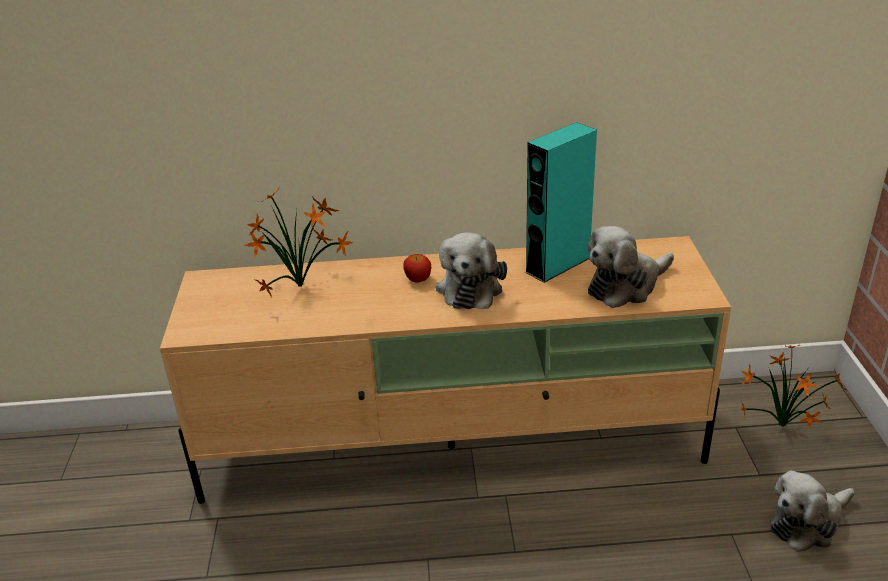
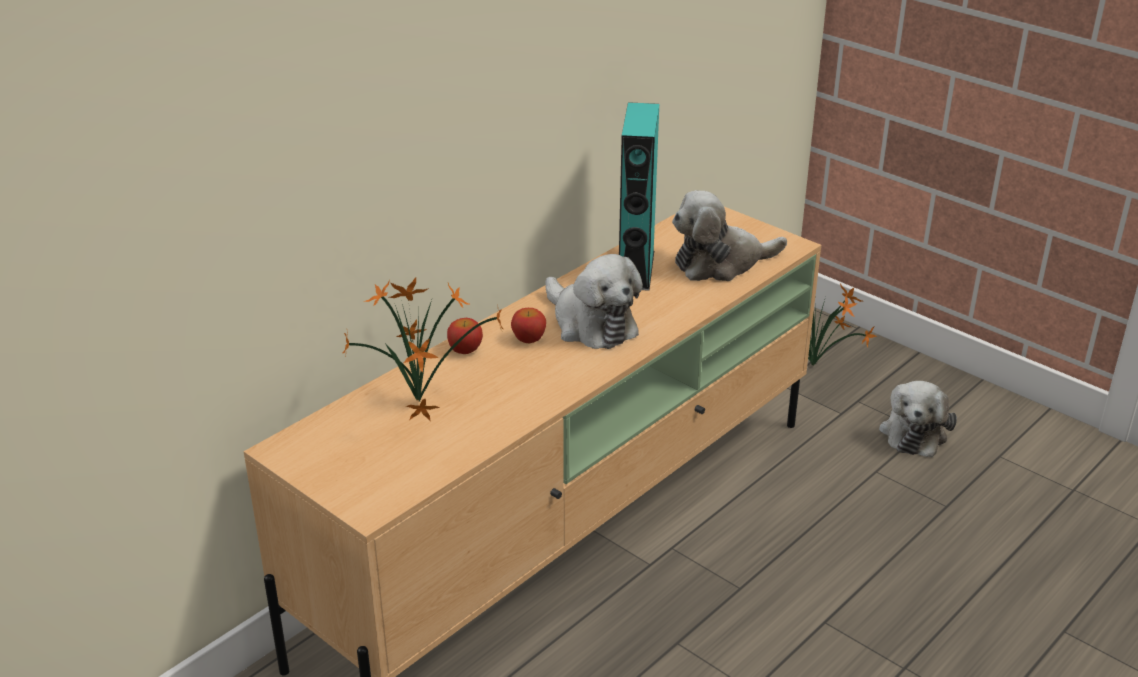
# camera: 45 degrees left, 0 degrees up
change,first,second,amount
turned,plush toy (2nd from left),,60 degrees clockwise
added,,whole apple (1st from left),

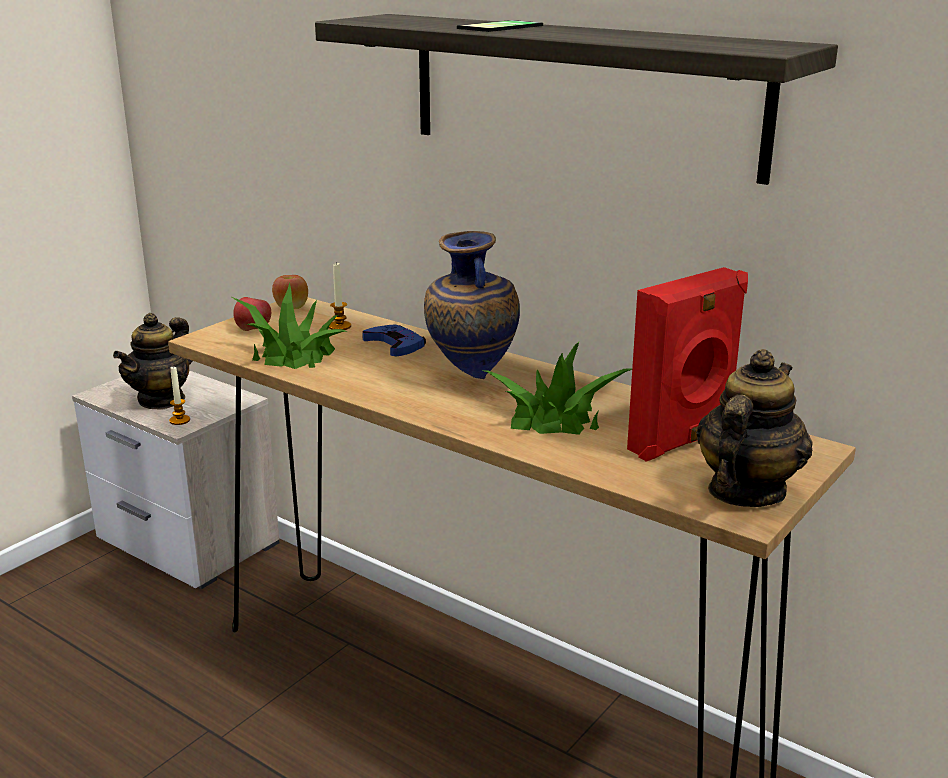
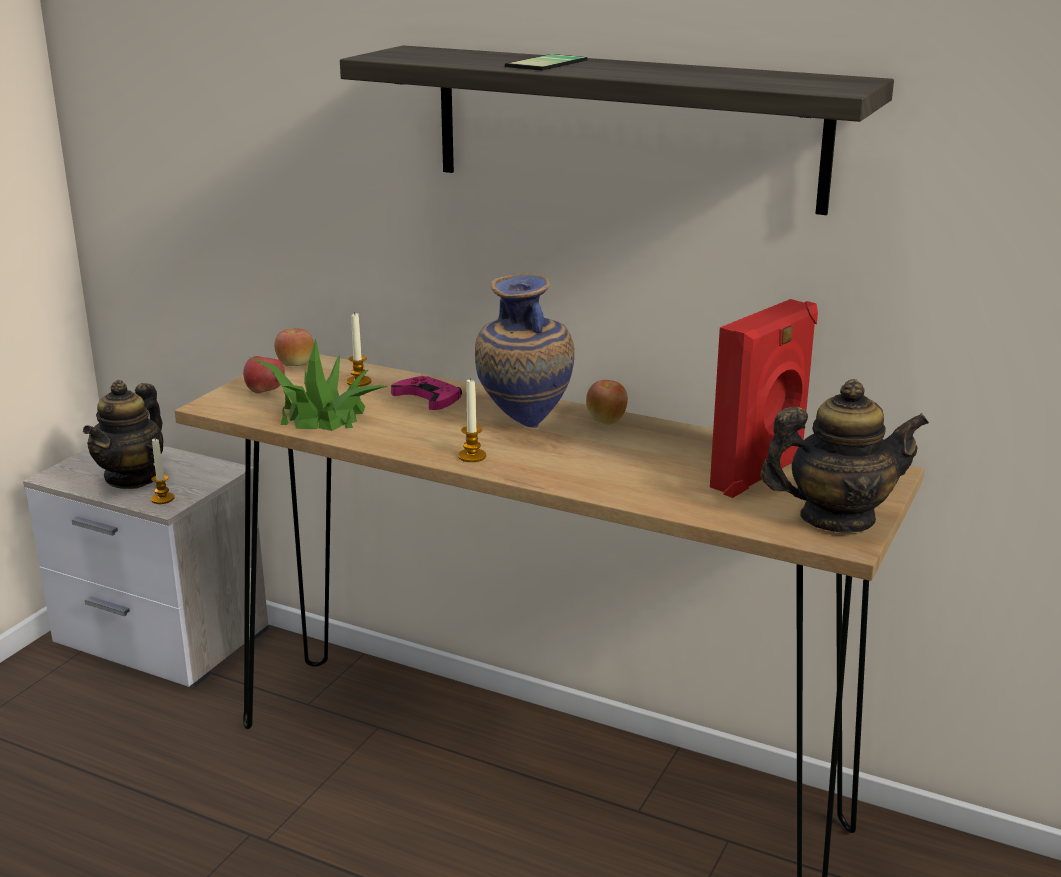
# camera: 10 degrees left, 0 degrees up
change,first,second,amount
recoloured,gamepad (bluish),gamepad (pink),
removed,potted plant (2nd from left),,
turned,teapot (2nd from left),,60 degrees clockwise
added,,wax candle (3rd from left),
added,,whole apple (3rd from left),

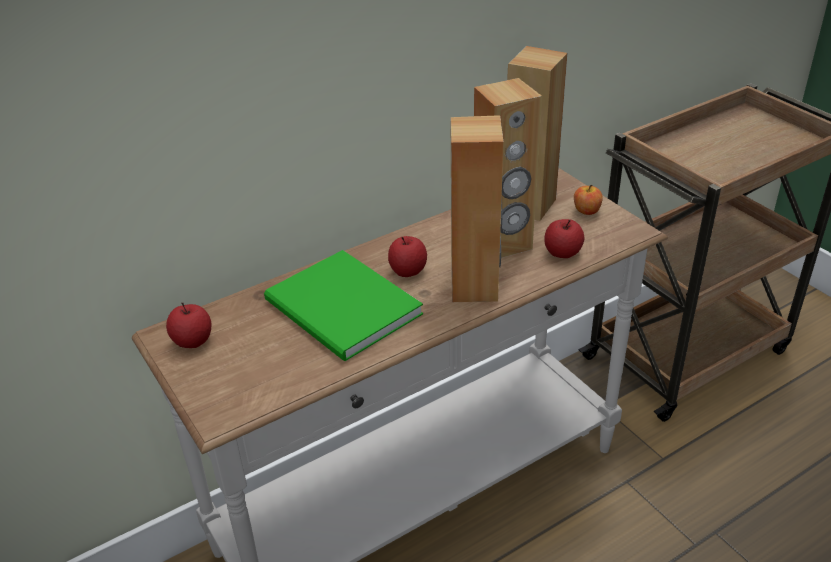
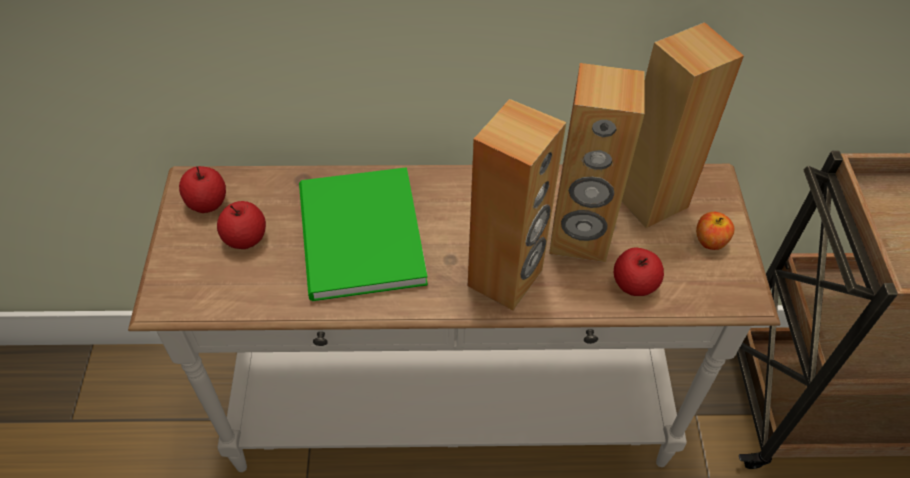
# camera: 30 degrees right, 15 degrees up
change,first,second,amount
moved,whole apple (2nd from left),,

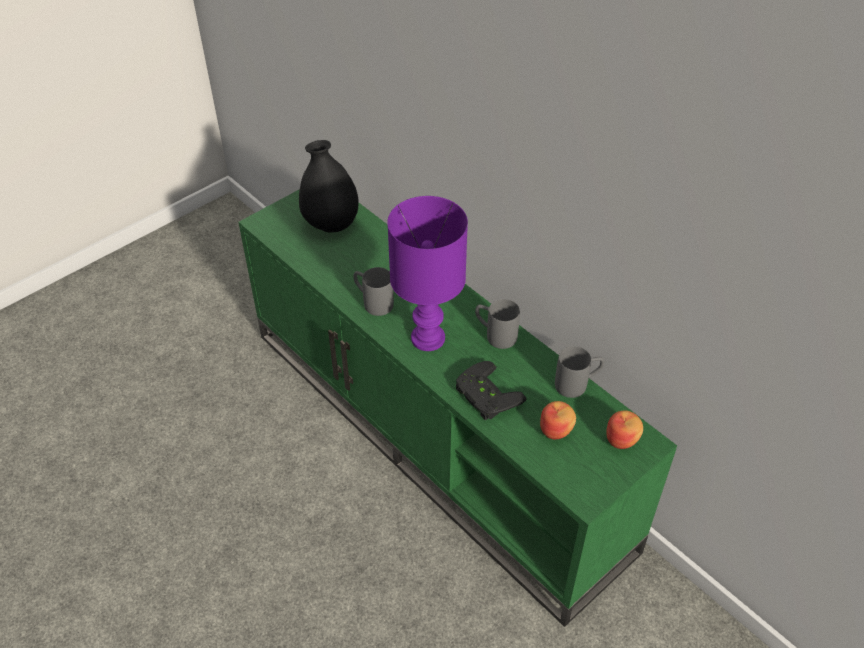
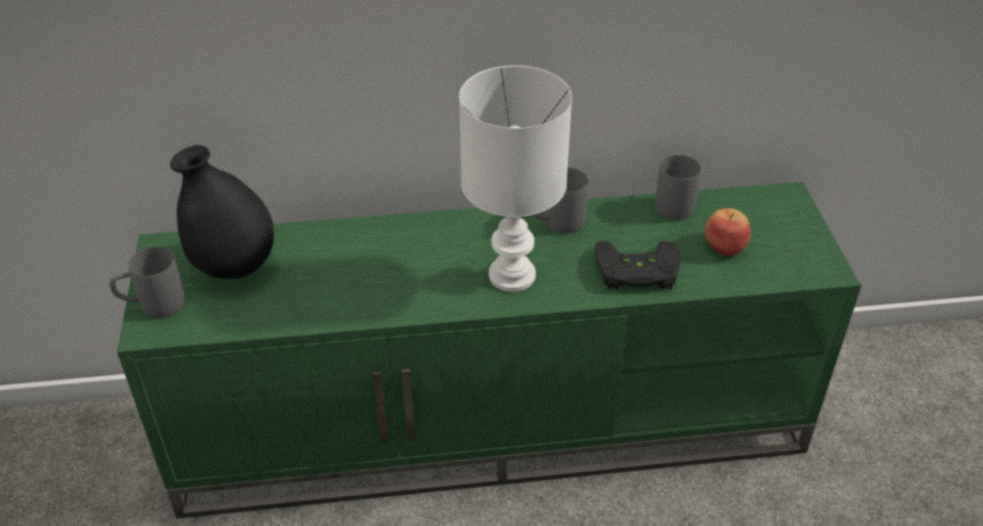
# camera: 55 degrees left, 5 degrees down
change,first,second,amount
moved,mug (greyish) (1st from left),,
recoloured,lamp for a table (purple),lamp for a table (whitish),
removed,whole apple (2nd from left),,

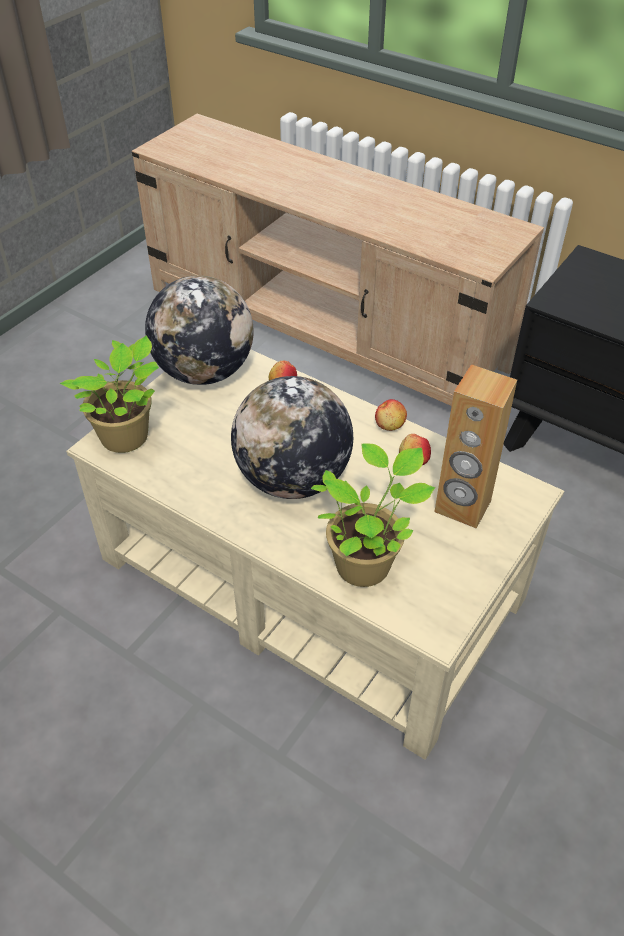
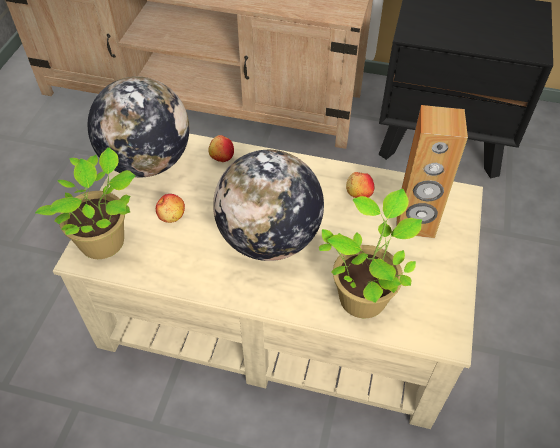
# camera: 20 degrees left, 5 degrees up
change,first,second,amount
moved,whole apple (2nd from left in the first image),whole apple (1st from left),

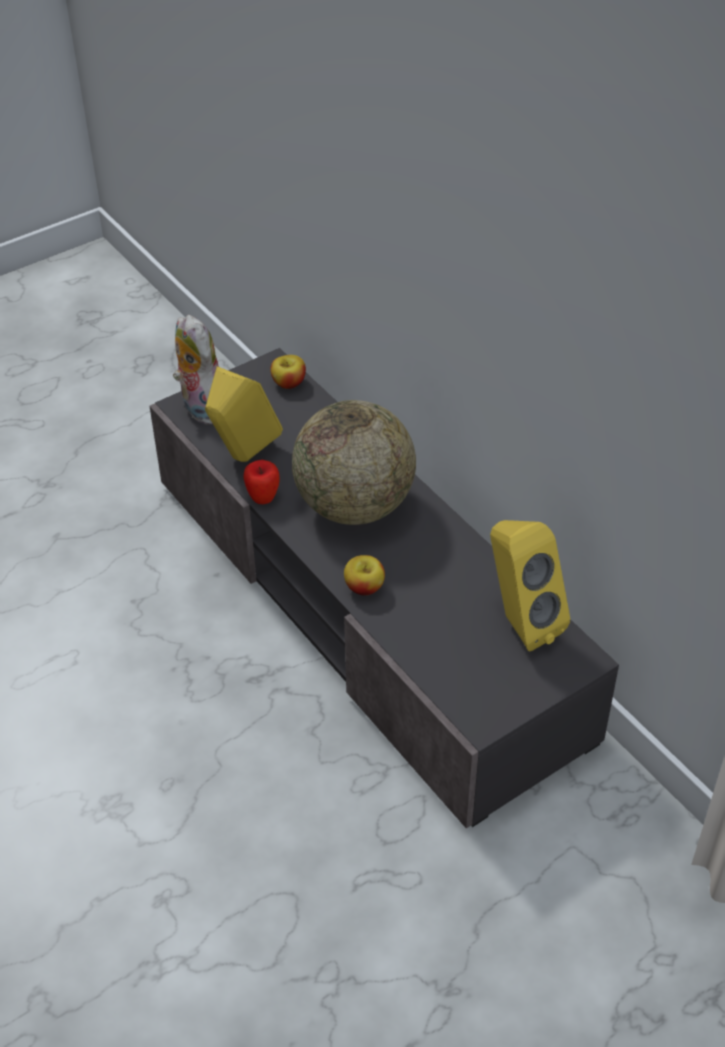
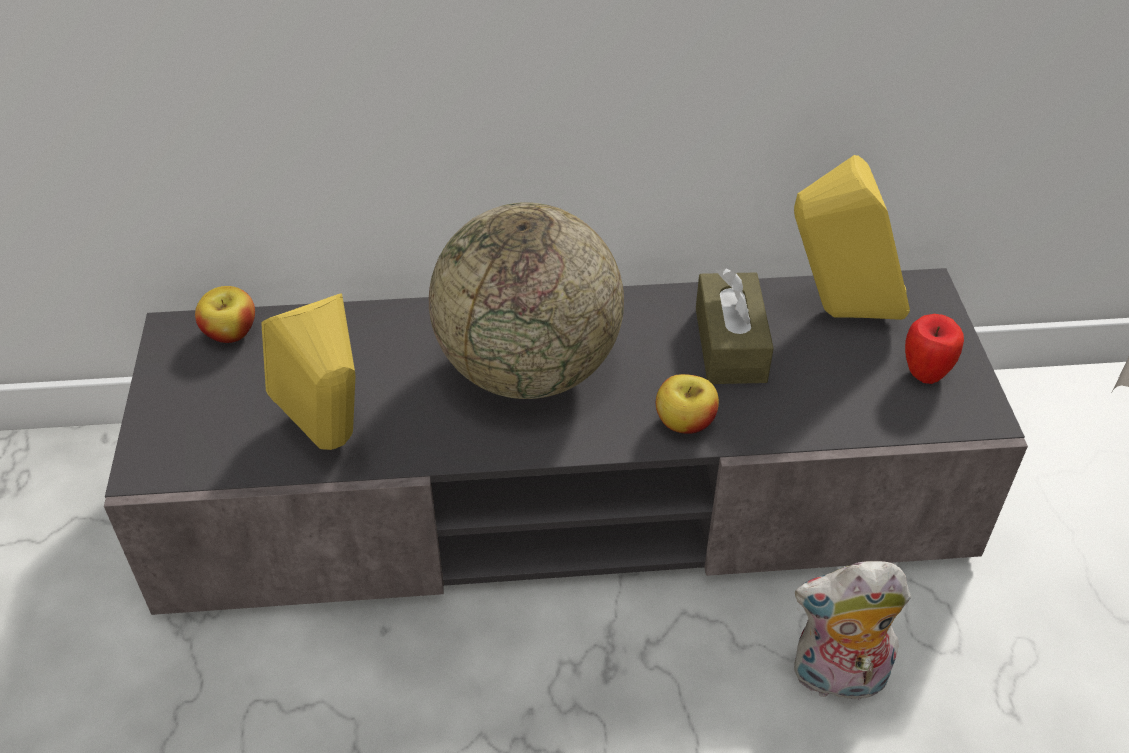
# camera: 60 degrees left, 0 degrees up
change,first,second,amount
moved,plush toy,,
moved,whole apple (1st from left in the first image),whole apple (3rd from left),
added,,tissue holder (brown),

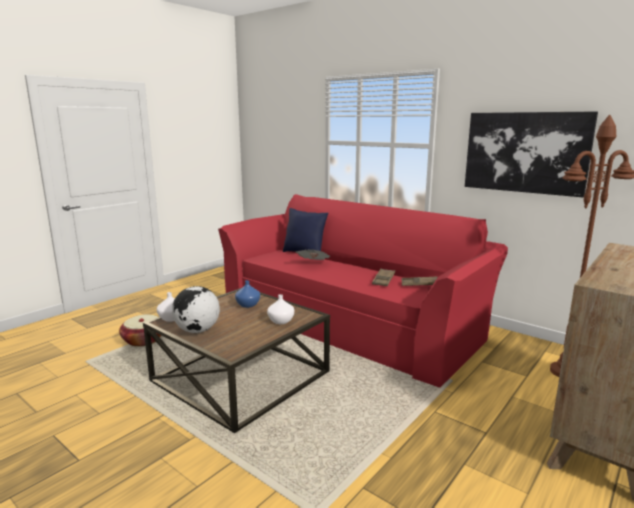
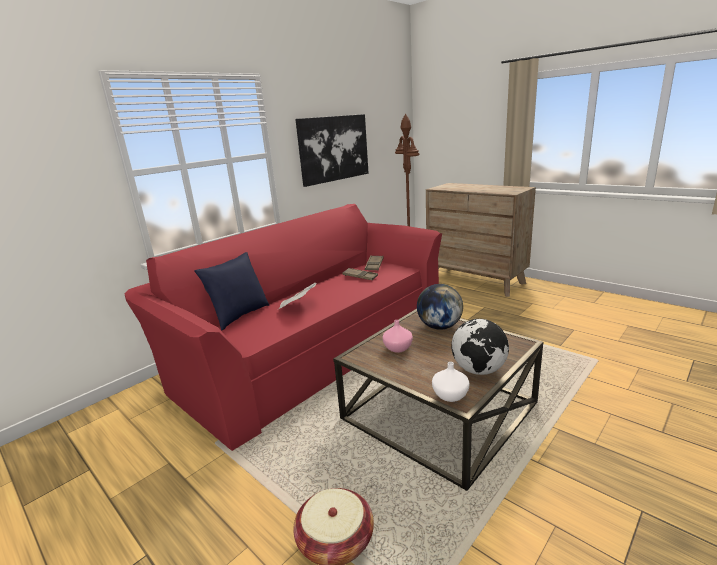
# camera: 85 degrees left, 5 degrees up
change,first,second,amount
recoloured,decorative vase (bluish),decorative vase (pink),
replaced,decorative vase (whitish) (2nd from left),world globe (1st from left),

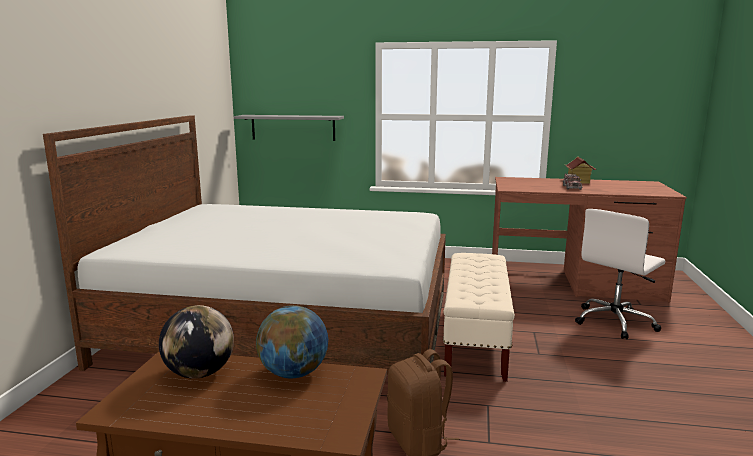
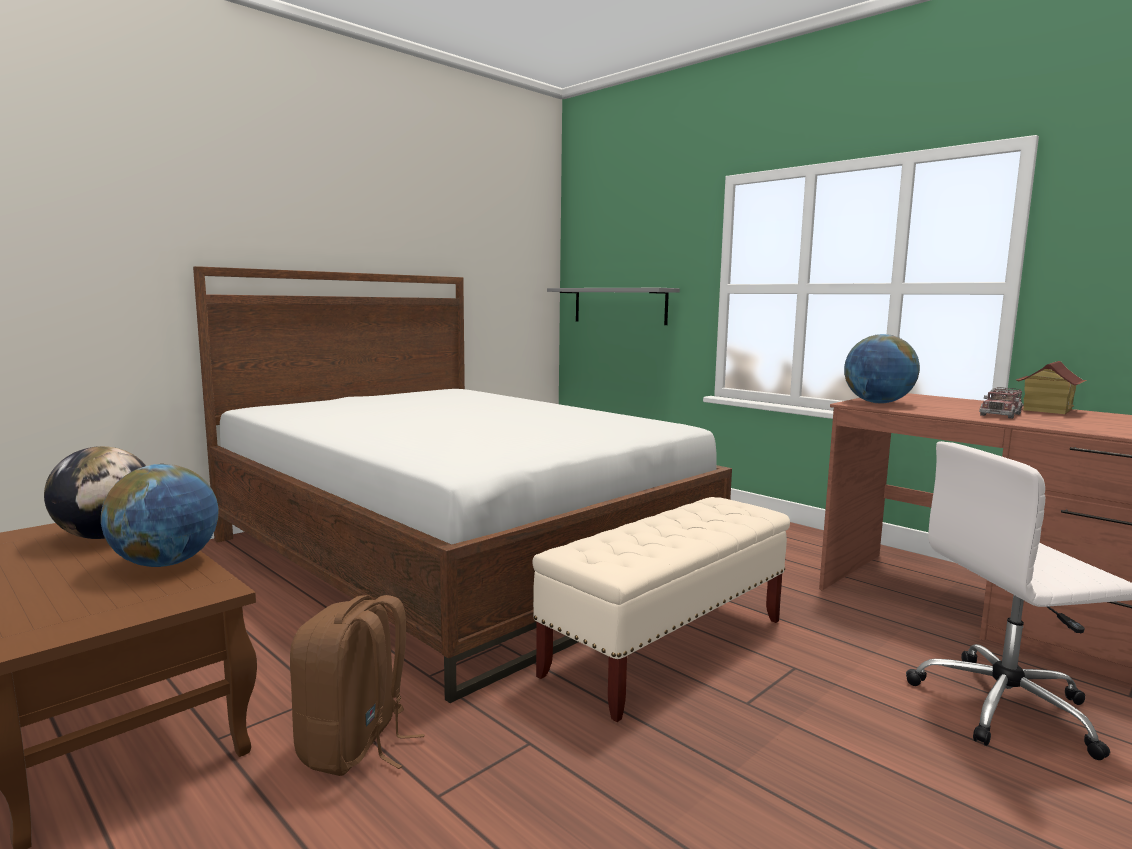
# camera: 35 degrees right, 5 degrees down
change,first,second,amount
added,,world globe (3rd from left),

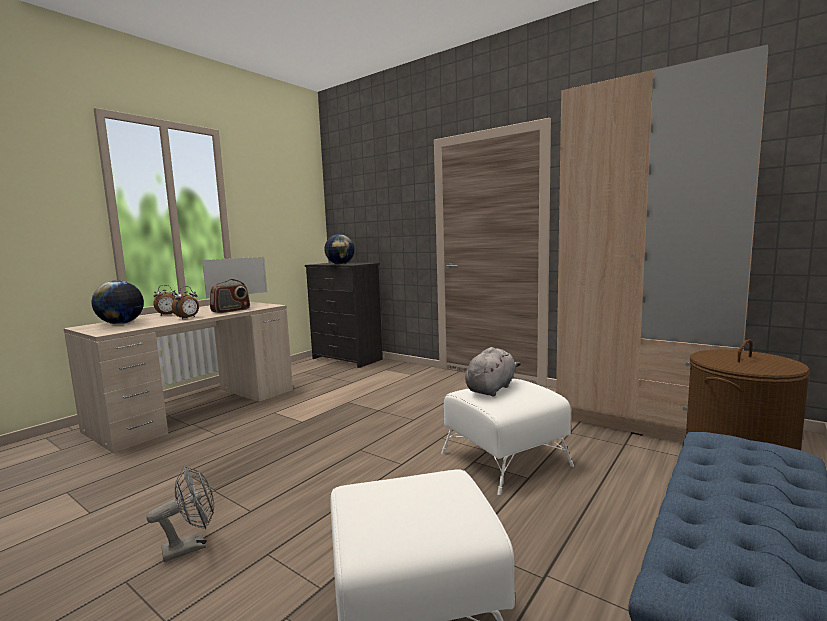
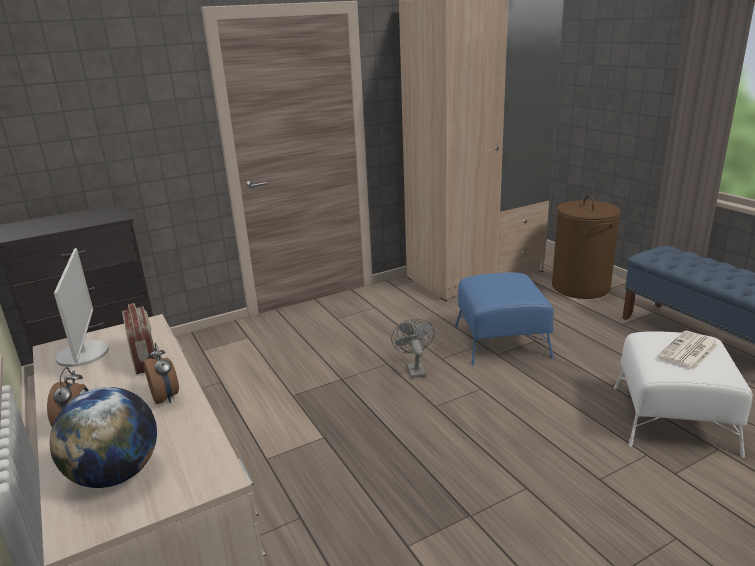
# camera: 65 degrees left, 15 degrees up
change,first,second,amount
moved,fan (greyish),,
removed,world globe (2nd from left),,
recoloured,ottoman (whitish) (2nd from left),ottoman (bluish),
removed,plush toy (greyish),,
added,,newspaper,

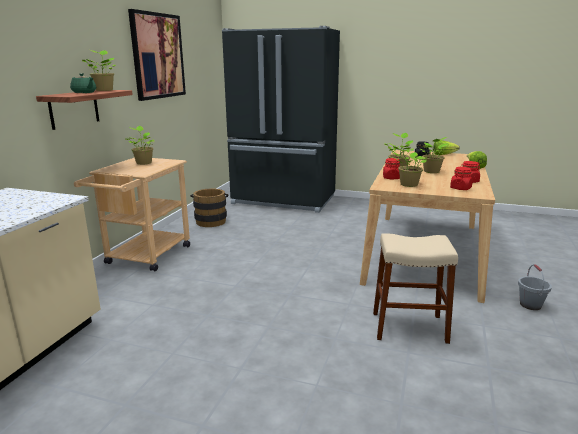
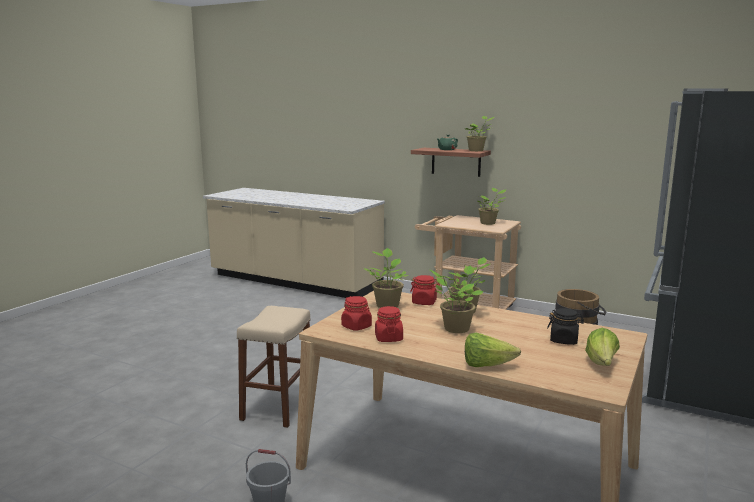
# camera: 100 degrees right, 5 degrees down
change,first,second,amount
removed,picture,,

